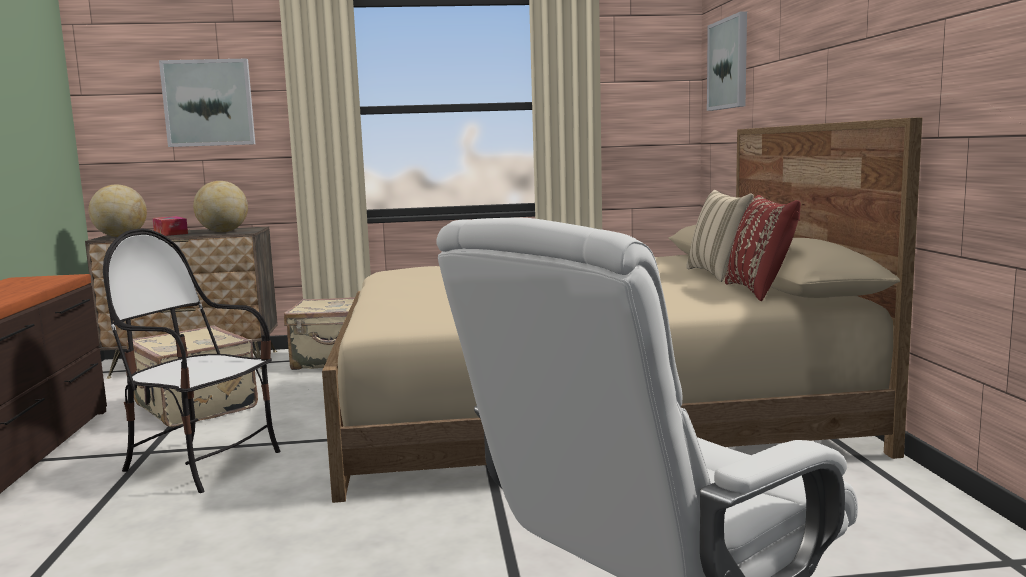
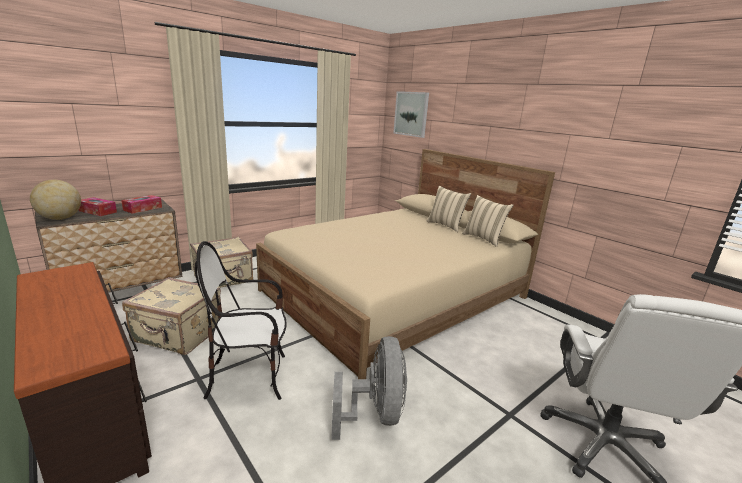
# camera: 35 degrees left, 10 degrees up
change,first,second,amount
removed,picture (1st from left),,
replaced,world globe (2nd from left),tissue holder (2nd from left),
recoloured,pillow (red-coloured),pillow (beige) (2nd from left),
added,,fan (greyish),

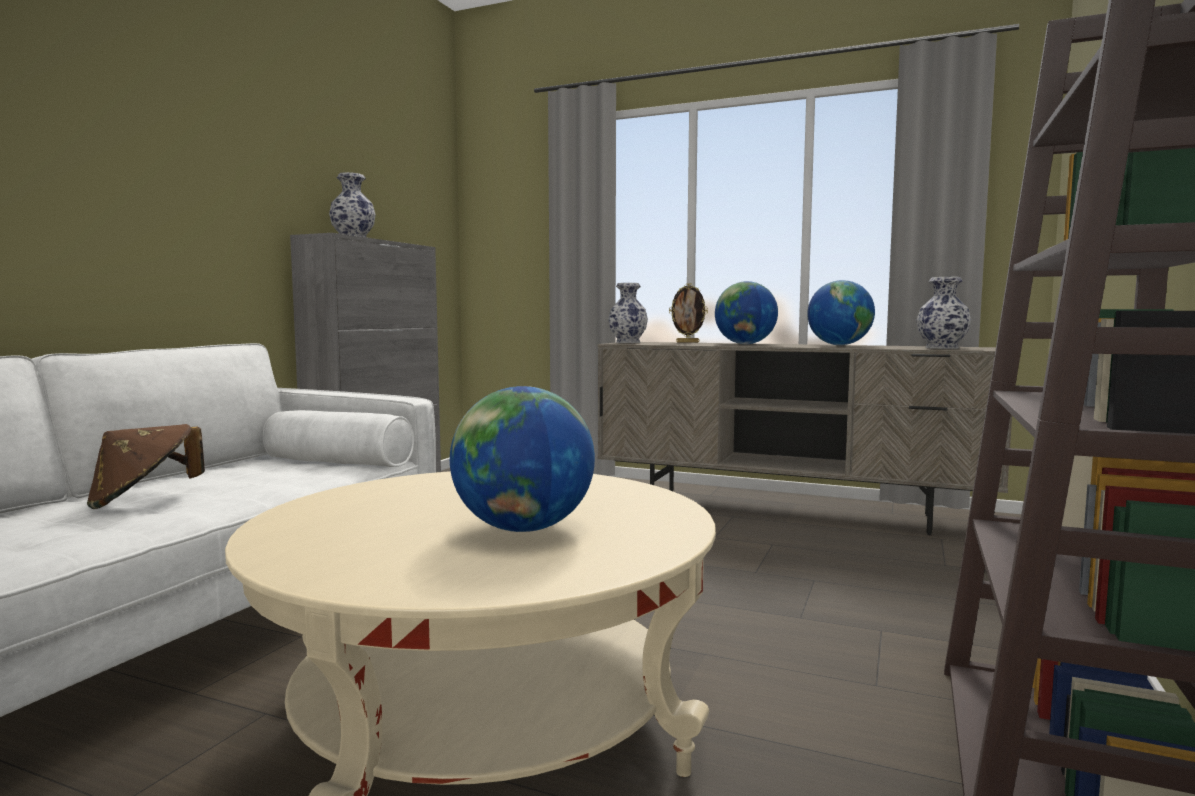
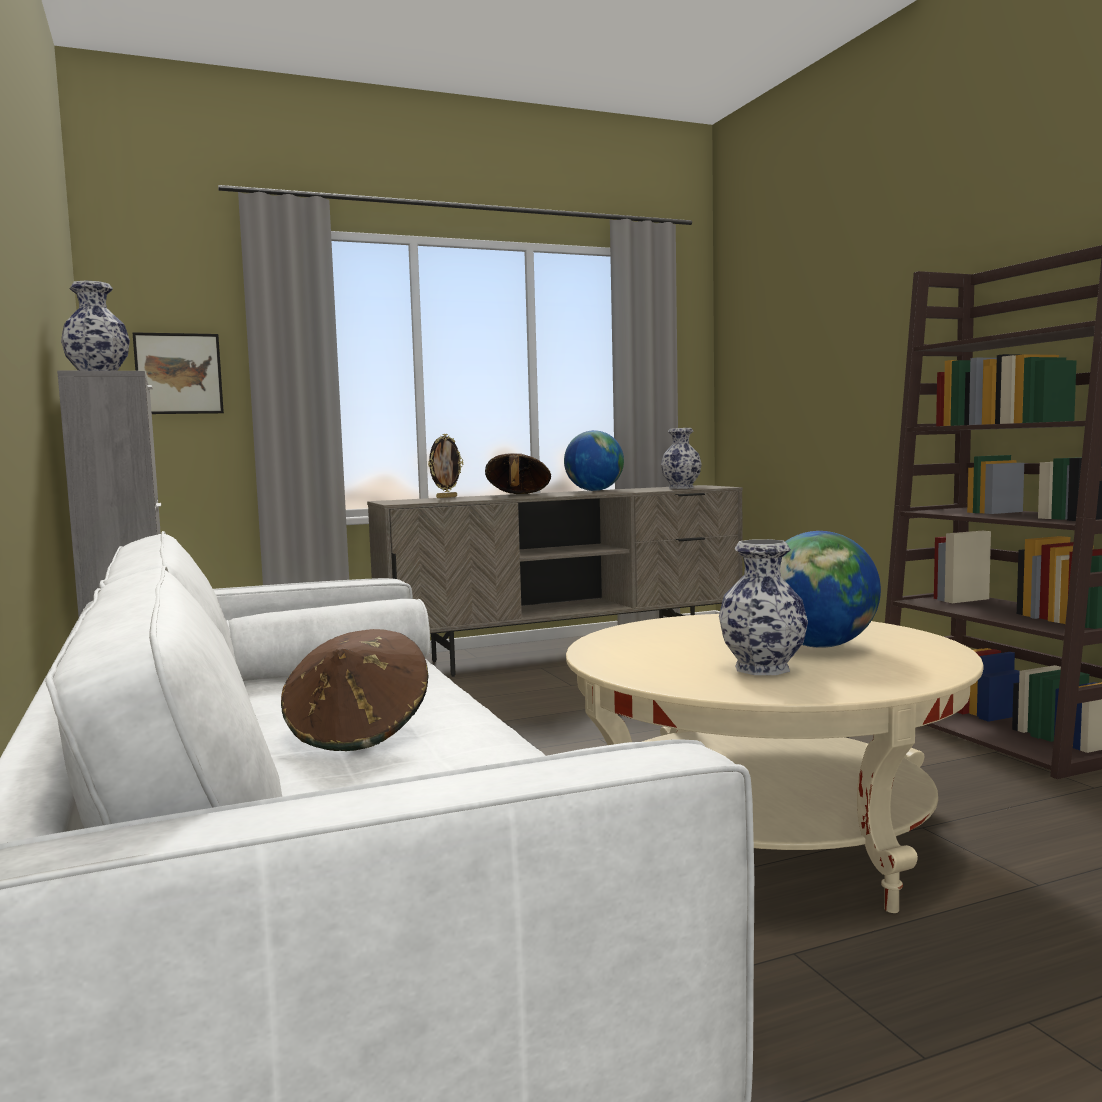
# camera: 45 degrees left, 0 degrees up
change,first,second,amount
moved,decorative vase (2nd from left in the first image),decorative vase (3rd from left),
replaced,world globe (2nd from left),clothing hat (brown) (2nd from left),
added,,picture,

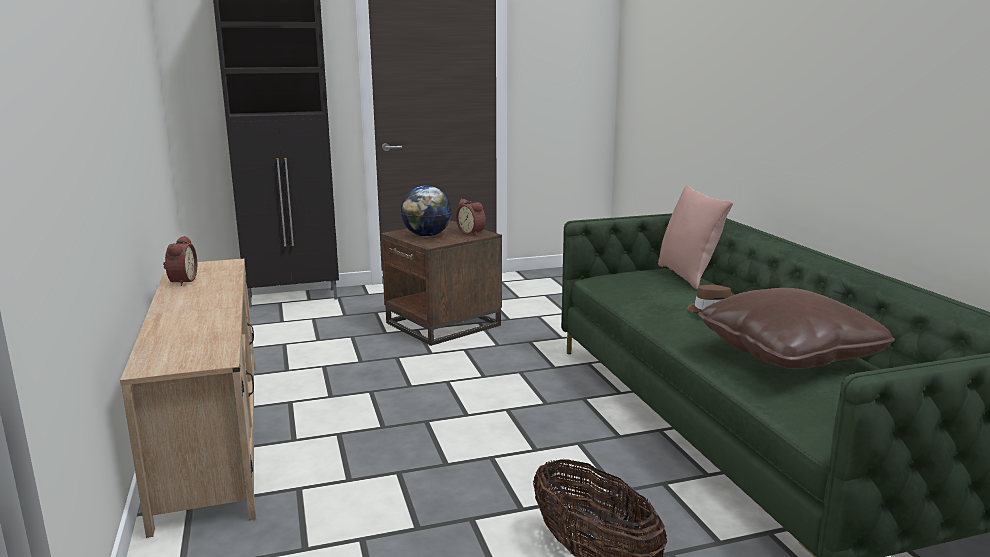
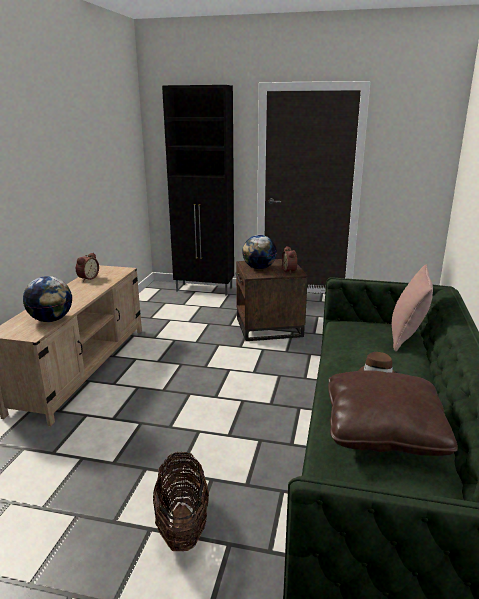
# camera: 30 degrees right, 5 degrees up
change,first,second,amount
added,,world globe (1st from left),

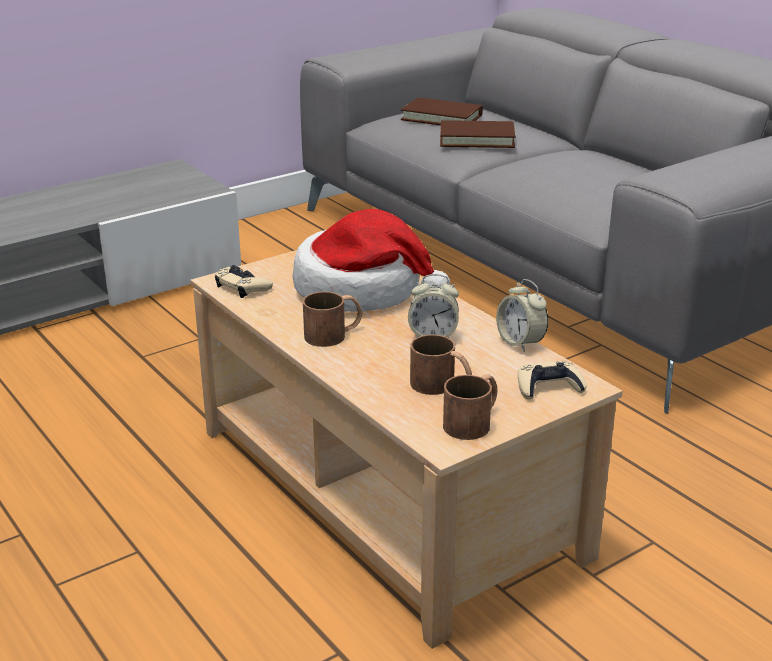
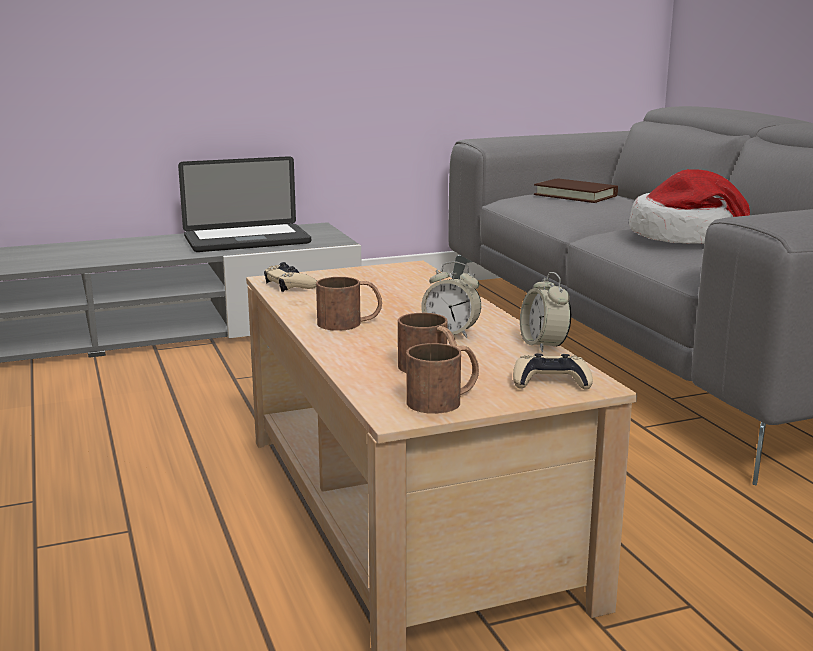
# camera: 15 degrees right, 10 degrees down
change,first,second,amount
moved,clothing hat,,
removed,volume (brown) (2nd from left),,
added,,notebook computer,

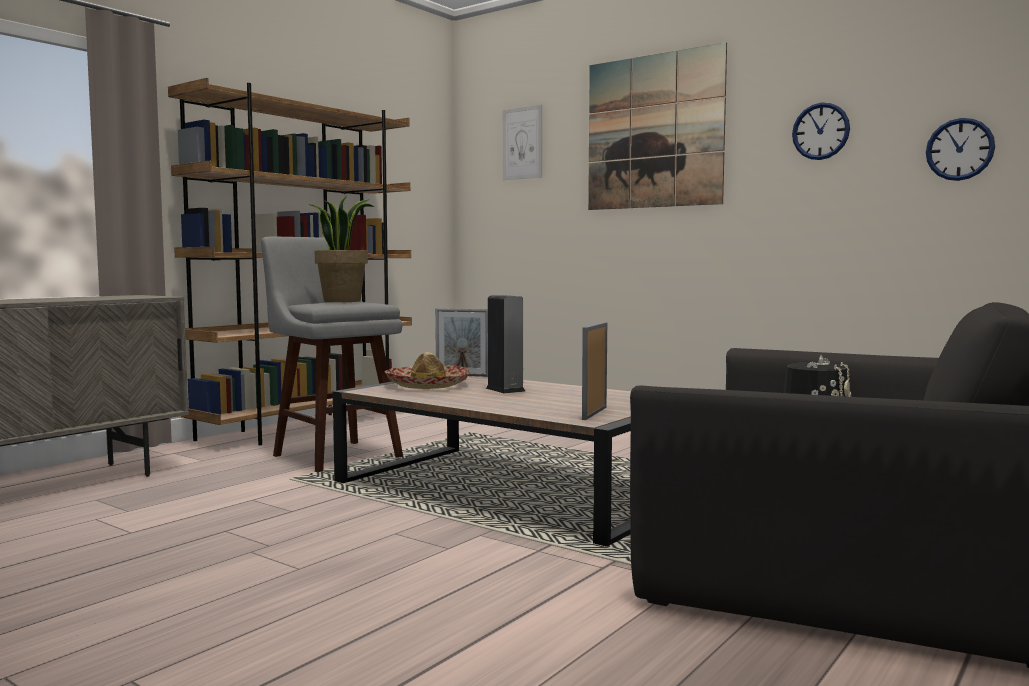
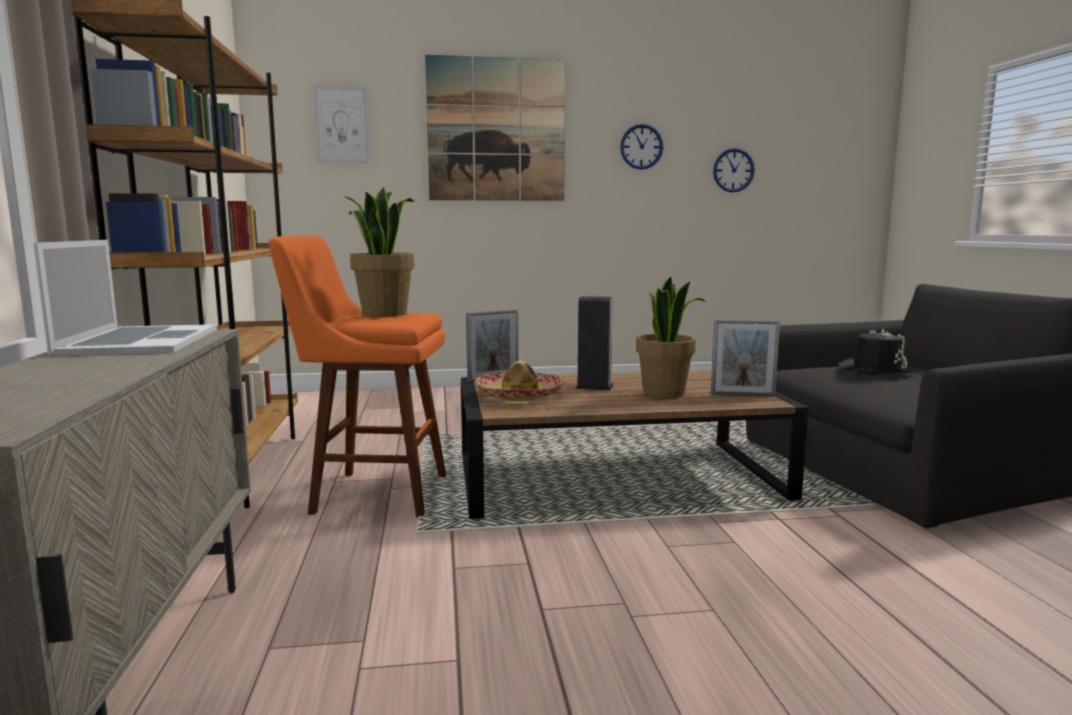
# camera: 45 degrees left, 5 degrees up
change,first,second,amount
recoloured,stool (greyish),stool (orangey),
turned,picture frame (2nd from left),,60 degrees counterclockwise
added,,notebook computer,
added,,potted plant (2nd from left),

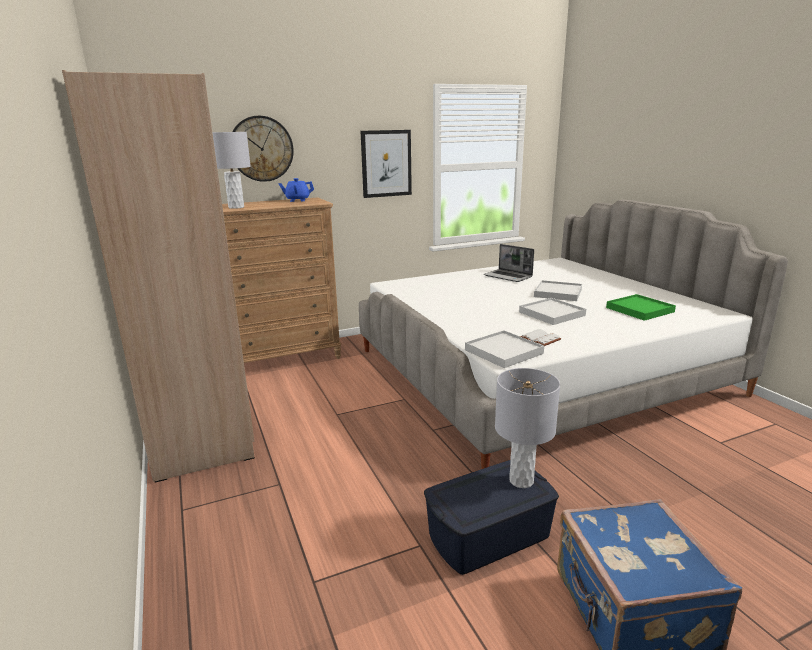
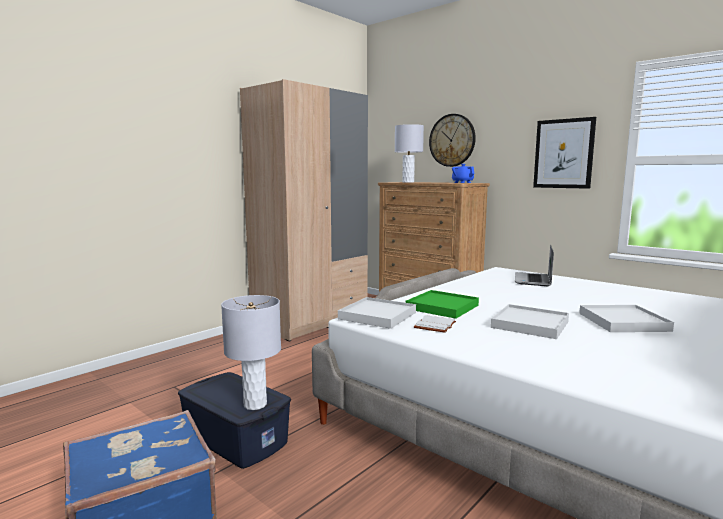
# camera: 65 degrees right, 10 degrees down
change,first,second,amount
moved,notebook computer,,
moved,tray (green-coloured),,

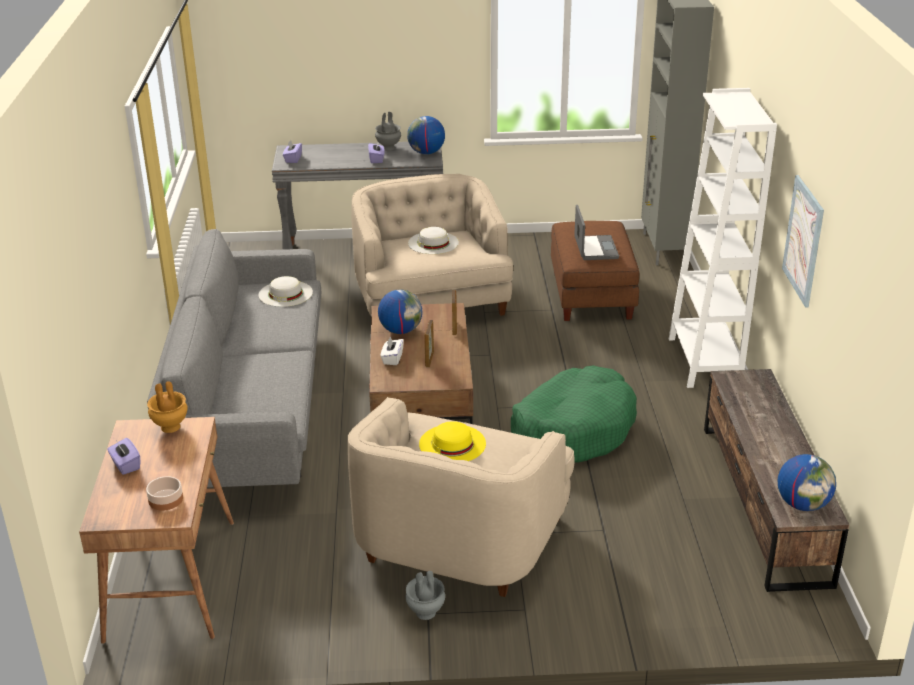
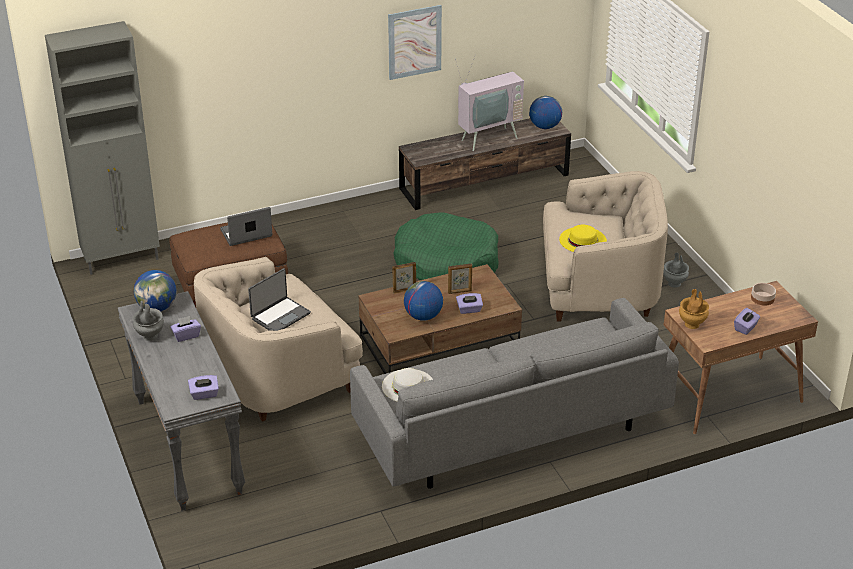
# camera: 110 degrees left, 5 degrees up
change,first,second,amount
recoloured,tissue holder (whitish),tissue holder (purple) (3rd from left),
replaced,clothing hat (whitish) (2nd from left),notebook computer (2nd from left),
removed,bookshelf (whitish),,
added,,television,

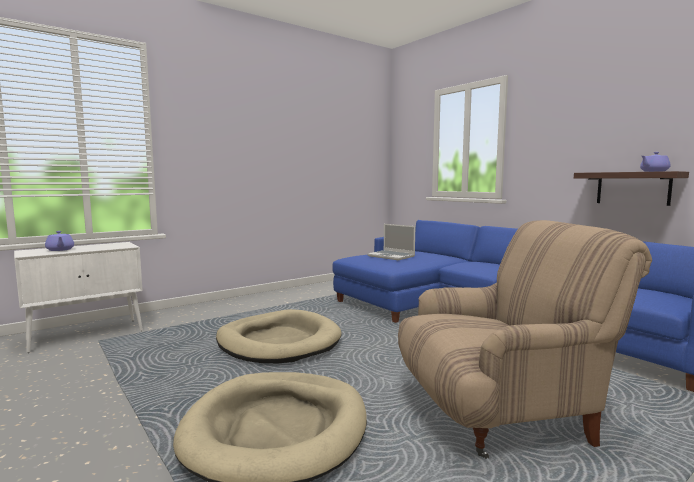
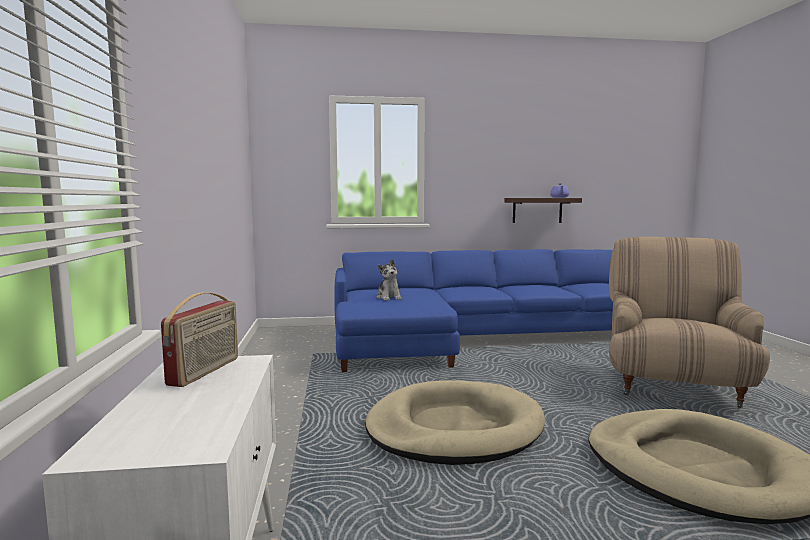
# camera: 60 degrees left, 0 degrees up
change,first,second,amount
removed,teapot (purple) (1st from left),,
replaced,notebook computer,plush toy,
added,,radio,

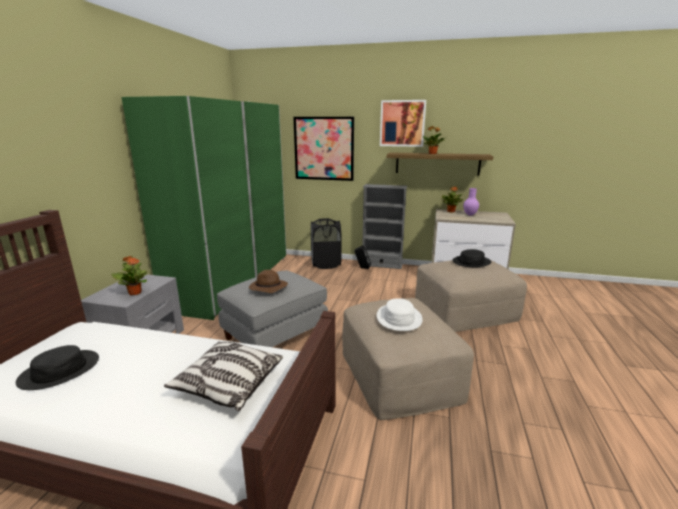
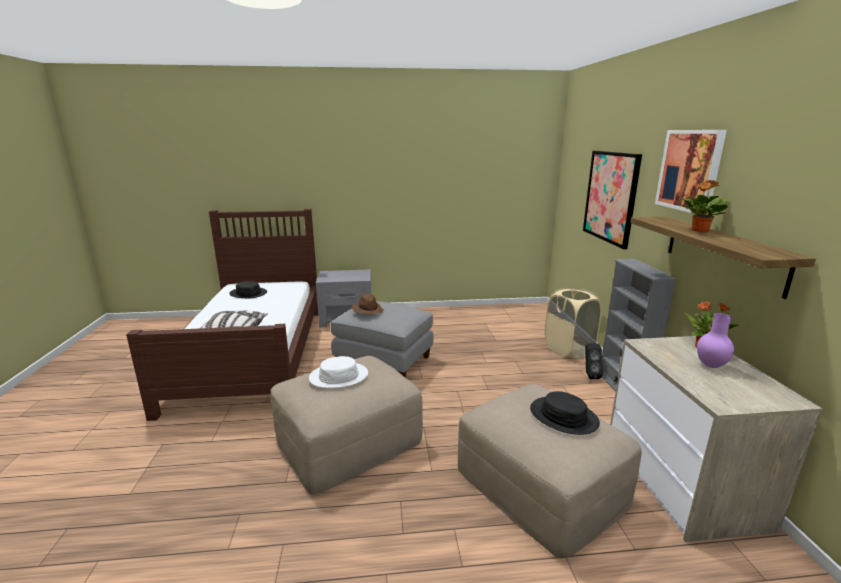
# camera: 70 degrees right, 0 degrees up
change,first,second,amount
removed,potted plant (1st from left),,
removed,armoire (green-coloured),,
recoloured,washing basket (black),washing basket (beige),

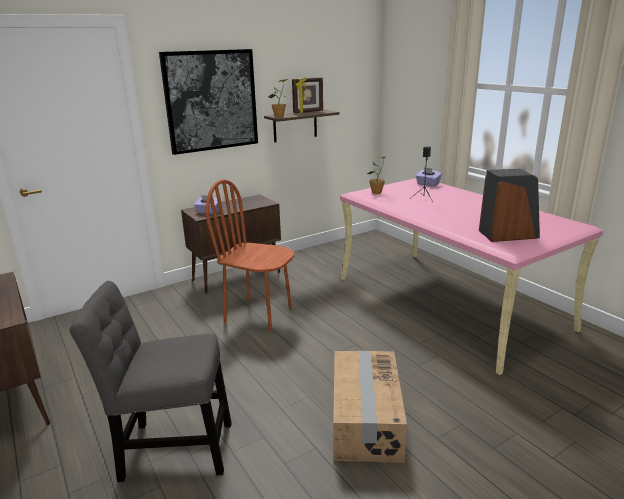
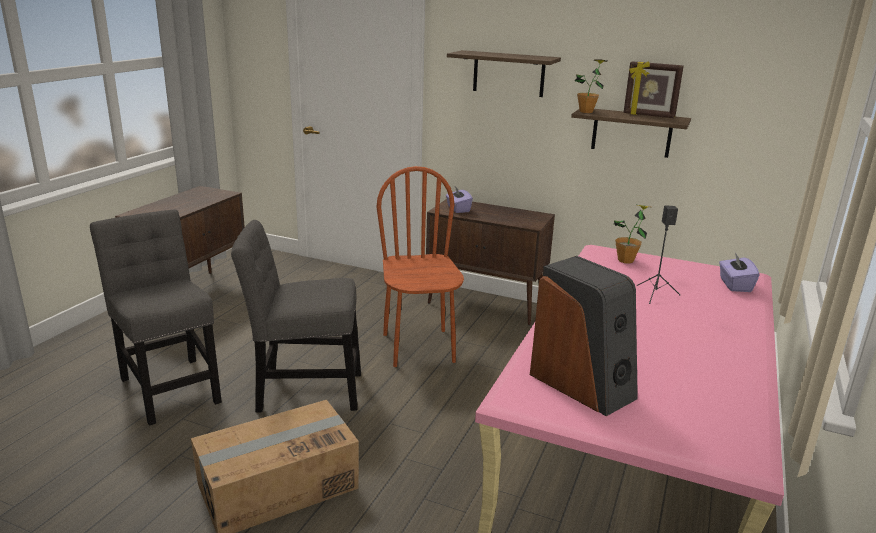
# camera: 55 degrees right, 0 degrees up
change,first,second,amount
replaced,picture,shelf (1st from left),
added,,upright chair (greyish) (2nd from left),

